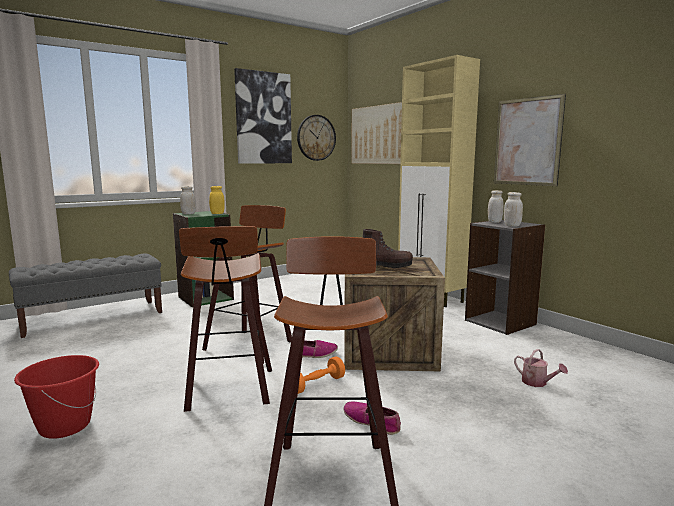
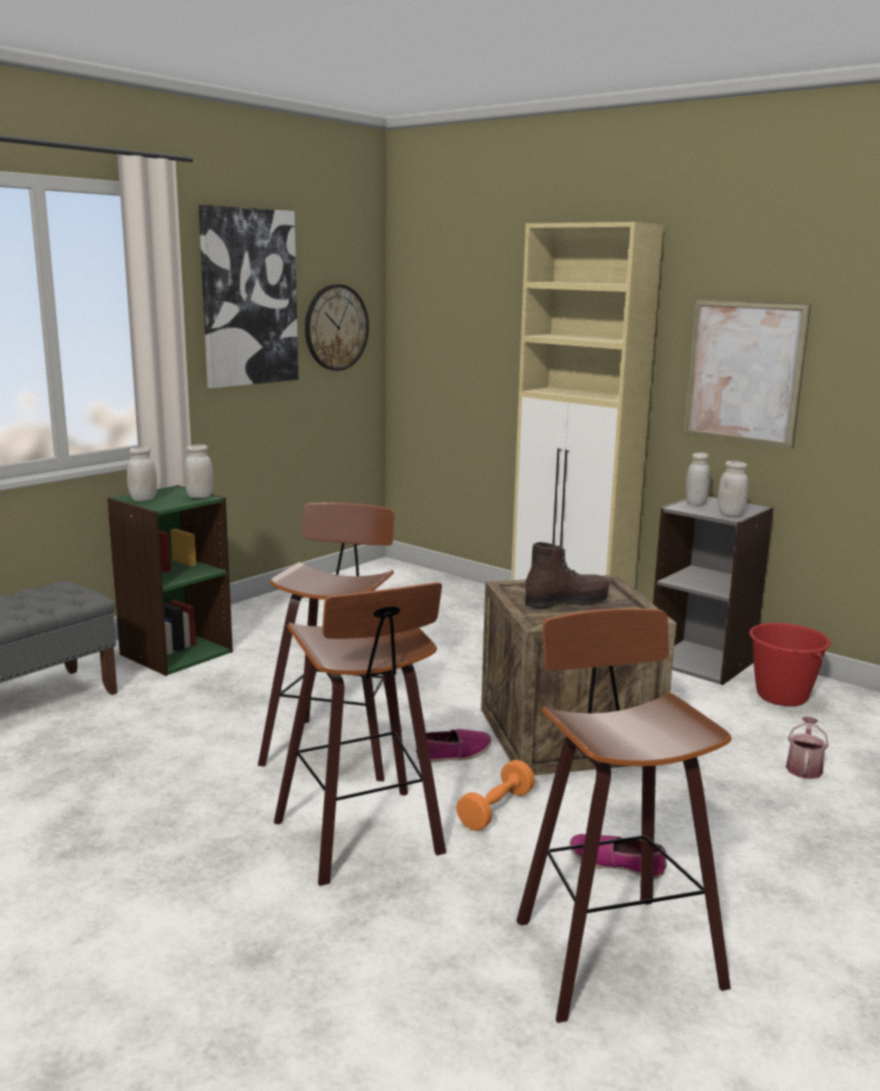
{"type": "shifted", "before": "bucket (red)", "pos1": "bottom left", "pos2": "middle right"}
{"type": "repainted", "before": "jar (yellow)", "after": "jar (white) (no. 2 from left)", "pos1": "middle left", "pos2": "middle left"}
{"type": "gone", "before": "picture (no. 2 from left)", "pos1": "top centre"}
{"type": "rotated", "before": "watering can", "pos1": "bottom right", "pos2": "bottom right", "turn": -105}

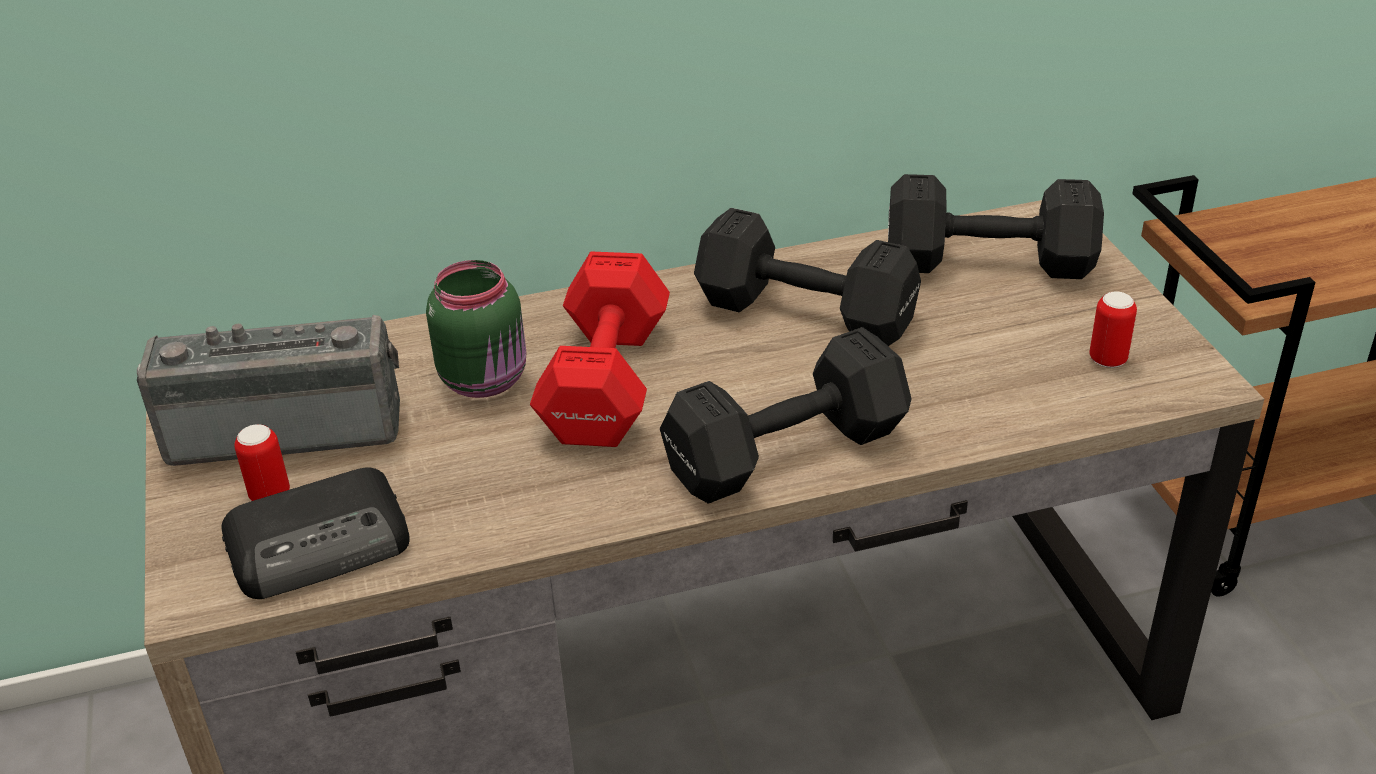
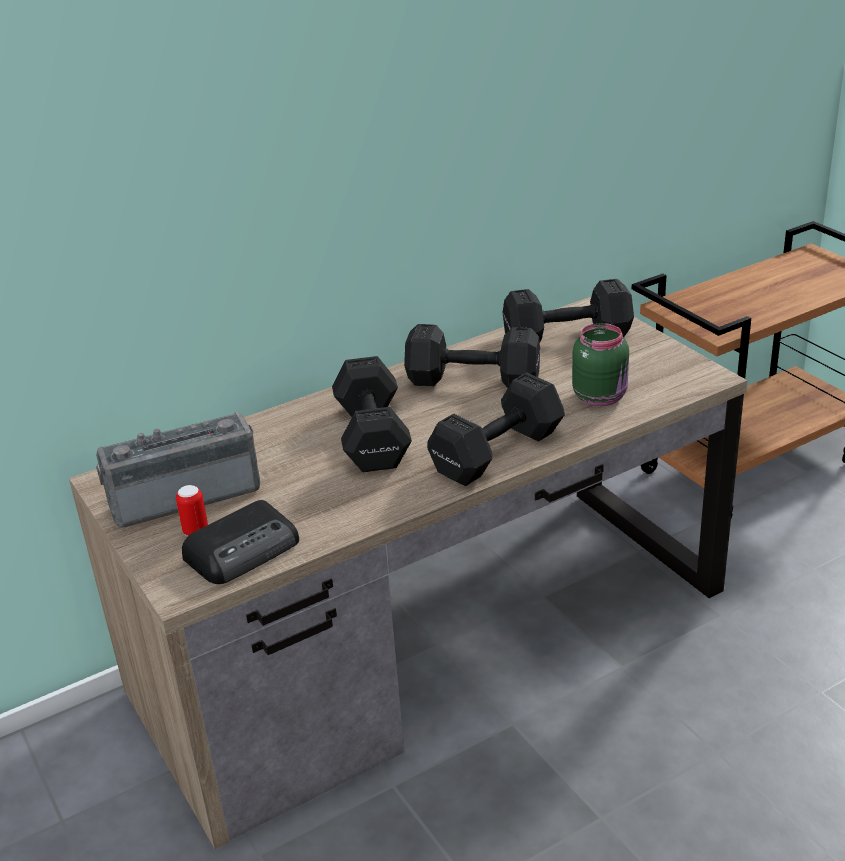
{"type": "shifted", "before": "jar (green)", "pos1": "centre", "pos2": "middle right"}
{"type": "repainted", "before": "dumbbell (red)", "after": "dumbbell (black) (no. 1 from left)", "pos1": "centre", "pos2": "centre"}
{"type": "gone", "before": "can (no. 2 from left)", "pos1": "middle right"}

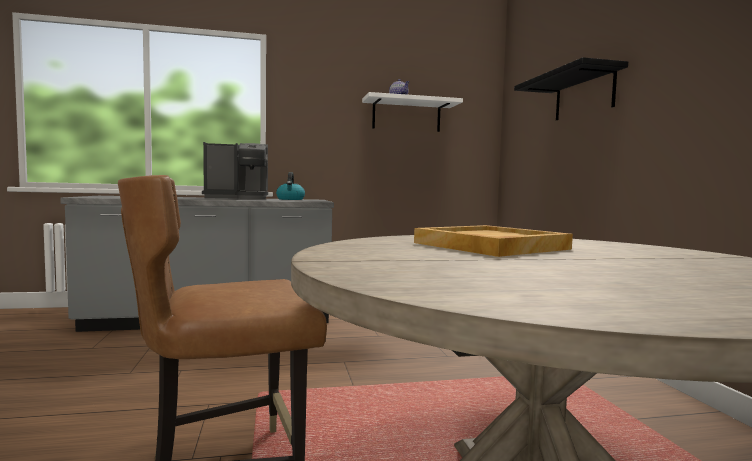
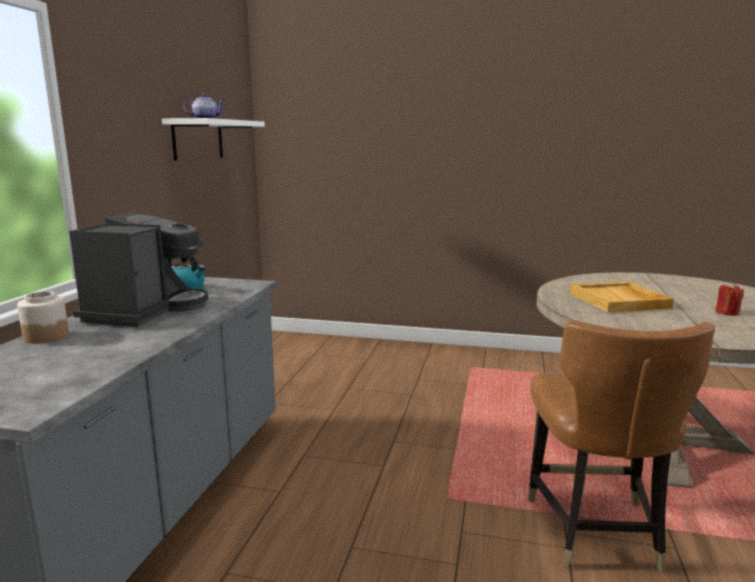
{"type": "gone", "before": "shelf (black)", "pos1": "top right"}
{"type": "new", "after": "jar", "pos2": "middle left"}
{"type": "new", "after": "candle (red)", "pos2": "middle right"}

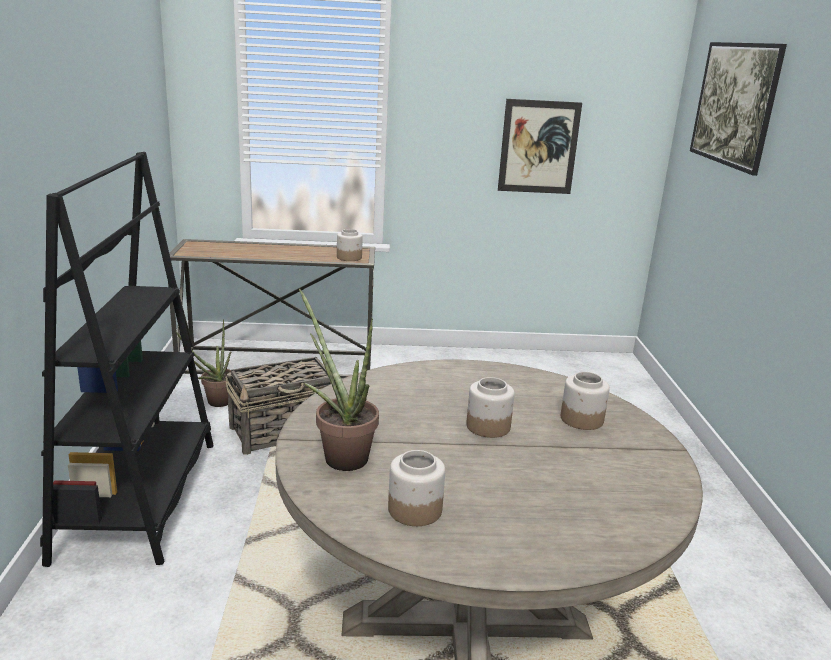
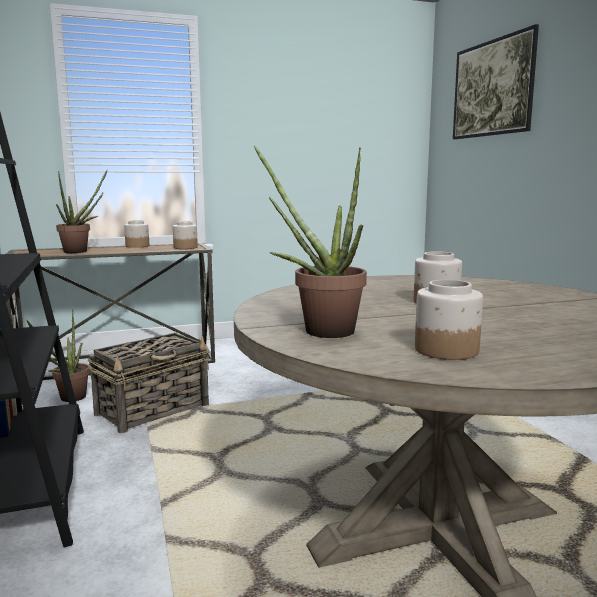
{"type": "gone", "before": "picture (no. 1 from left)", "pos1": "top centre"}
{"type": "shifted", "before": "jar (no. 4 from left in the first image)", "after": "jar (no. 1 from left)", "pos1": "middle right", "pos2": "middle left"}
{"type": "new", "after": "potted plant (no. 2 from left)", "pos2": "middle left"}

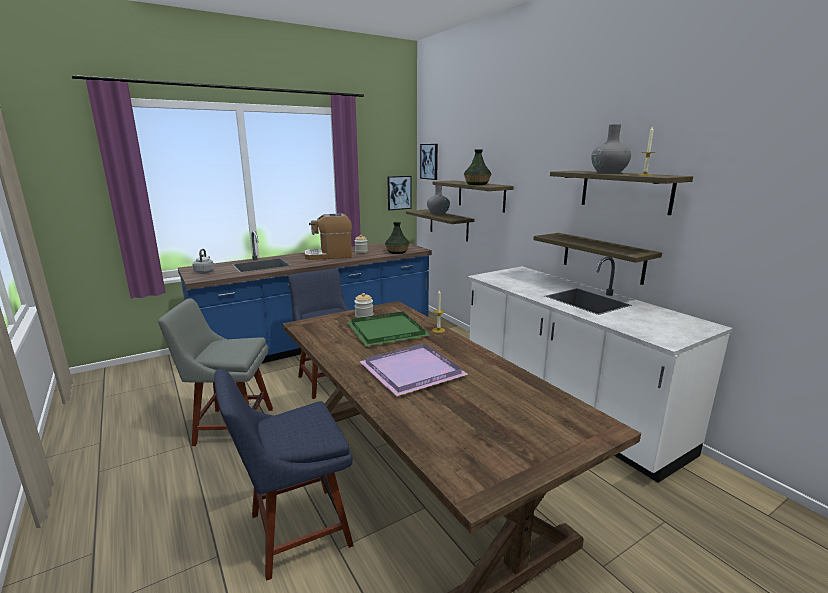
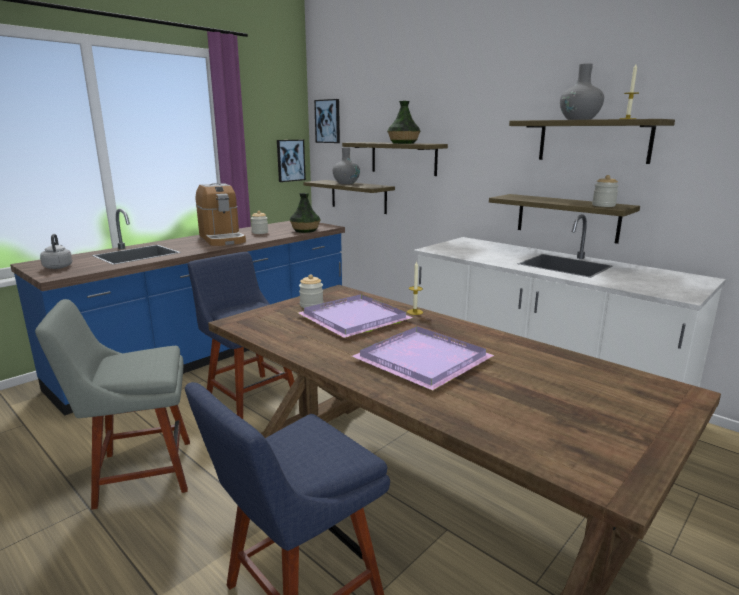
{"type": "rotated", "before": "coffee machine", "pos1": "centre", "pos2": "middle left", "turn": -90}
{"type": "repainted", "before": "tray (green)", "after": "tray (purple) (no. 1 from left)", "pos1": "centre", "pos2": "centre"}
{"type": "new", "after": "jar (no. 3 from left)", "pos2": "top right"}

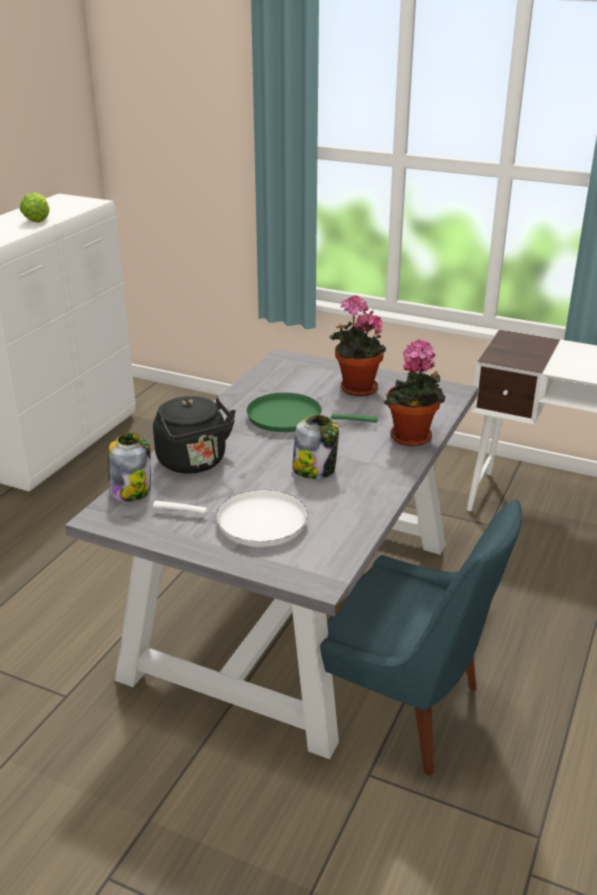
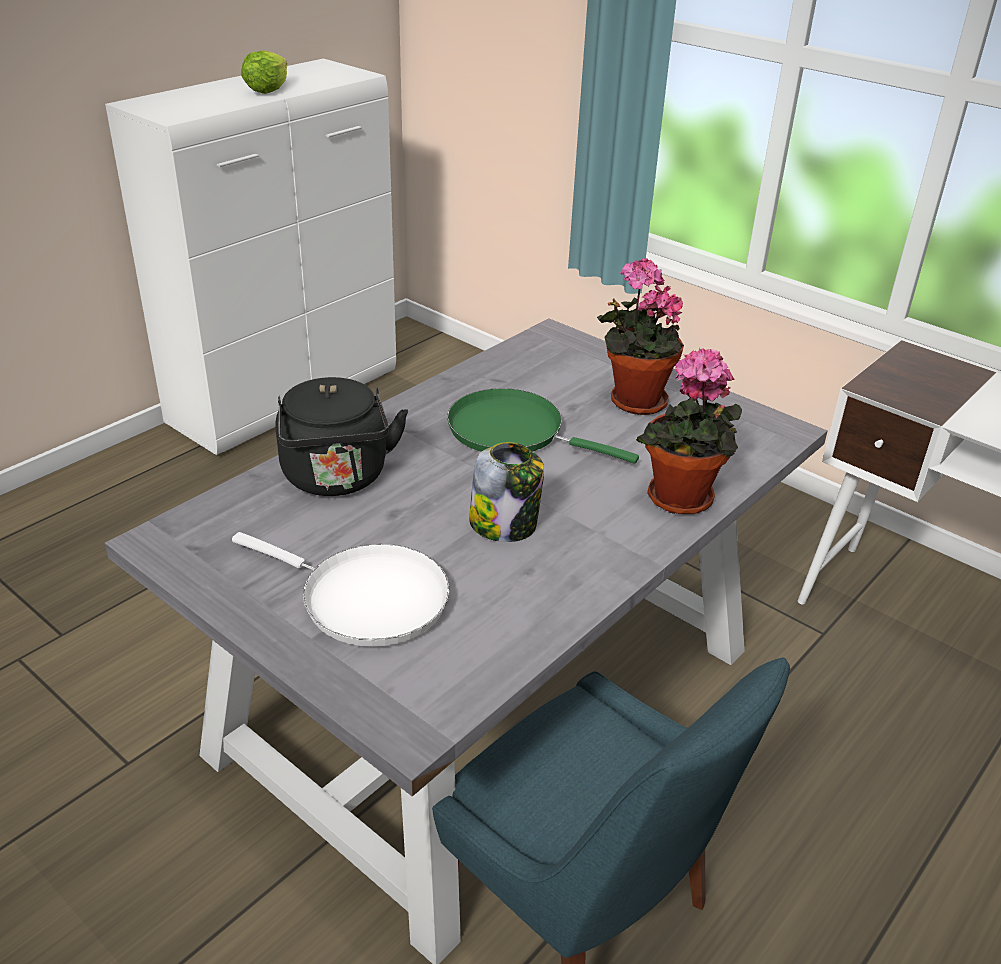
{"type": "gone", "before": "jar (no. 1 from left)", "pos1": "middle left"}

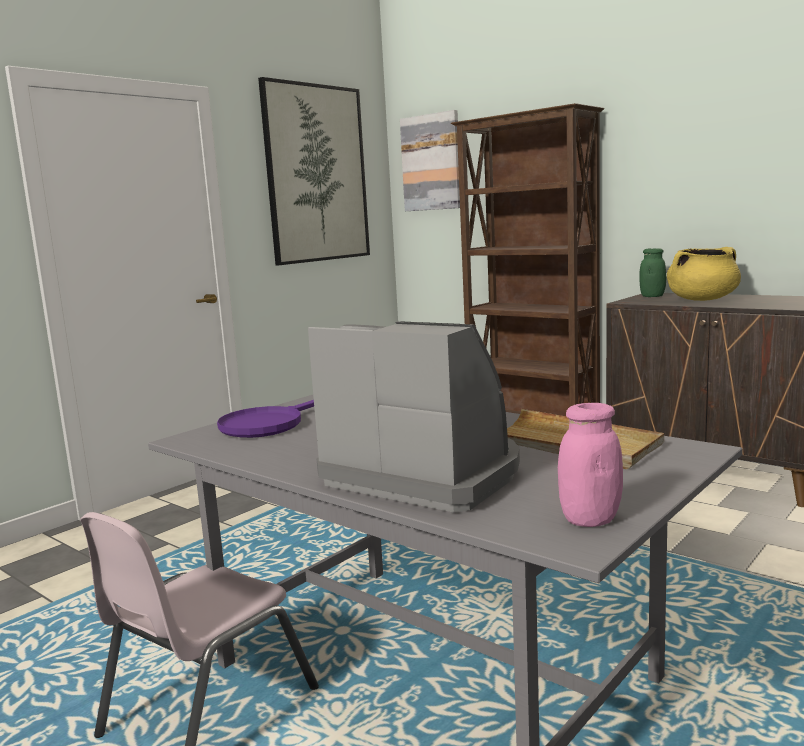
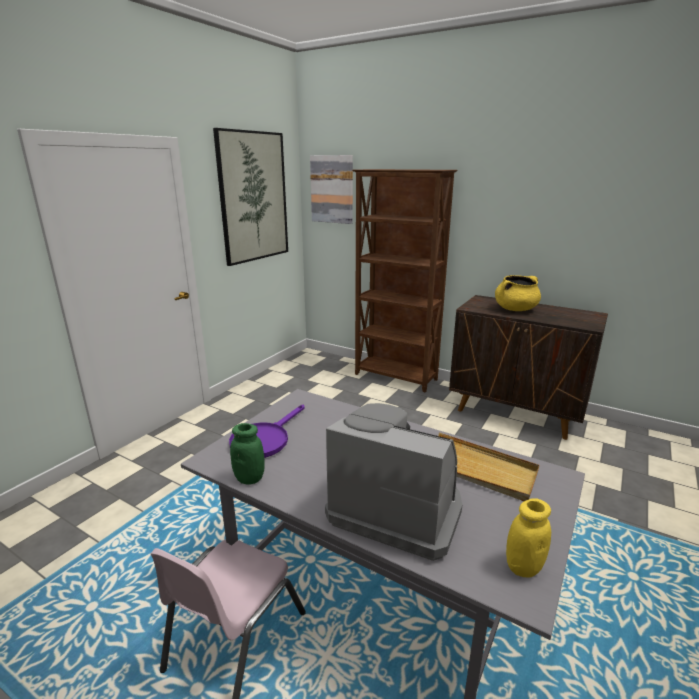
{"type": "repainted", "before": "jar (pink)", "after": "jar (yellow)", "pos1": "middle right", "pos2": "bottom right"}
{"type": "shifted", "before": "jar (green)", "pos1": "middle right", "pos2": "centre"}

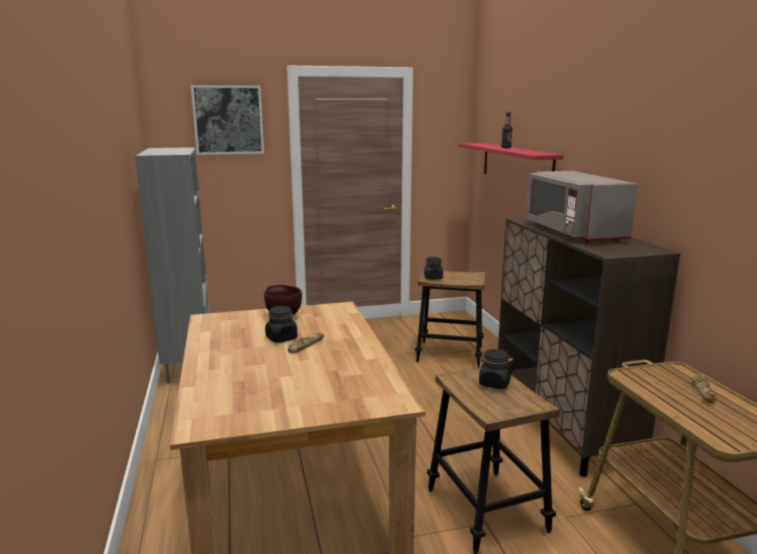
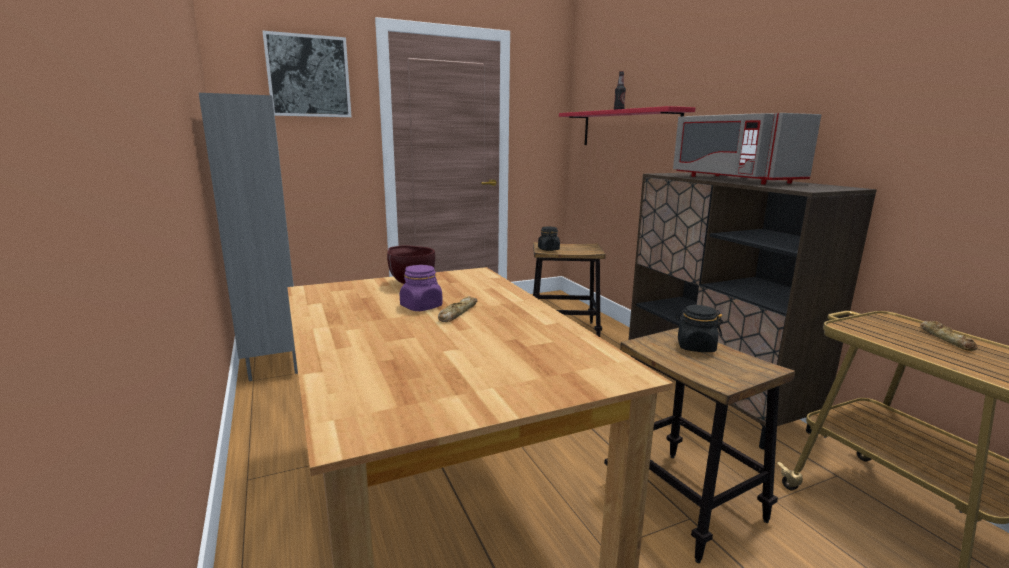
{"type": "repainted", "before": "jar (black) (no. 1 from left)", "after": "jar (purple)", "pos1": "centre", "pos2": "centre"}

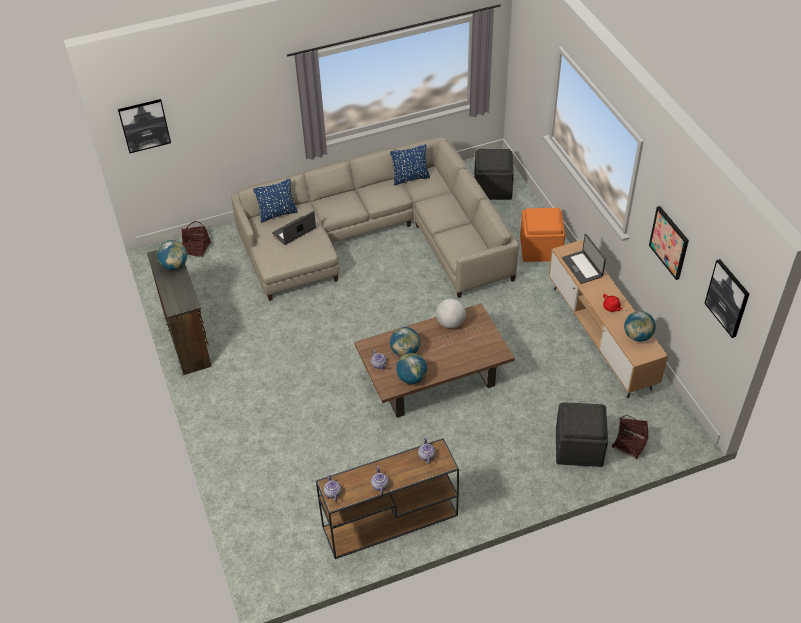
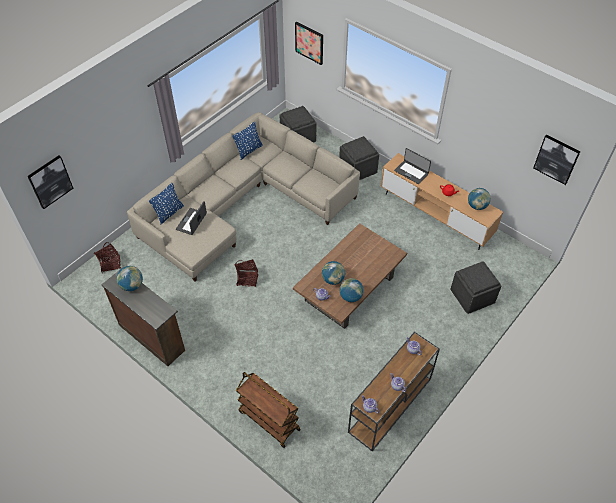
{"type": "gone", "before": "globe (no. 4 from left)", "pos1": "centre"}
{"type": "repainted", "before": "ottoman (orange)", "after": "ottoman (grey) (no. 2 from left)", "pos1": "middle right", "pos2": "top centre"}
{"type": "shifted", "before": "basket (no. 2 from left)", "pos1": "bottom right", "pos2": "centre"}
{"type": "shifted", "before": "picture (no. 2 from left)", "pos1": "middle right", "pos2": "top centre"}
{"type": "new", "after": "cart (brown)", "pos2": "bottom centre"}

